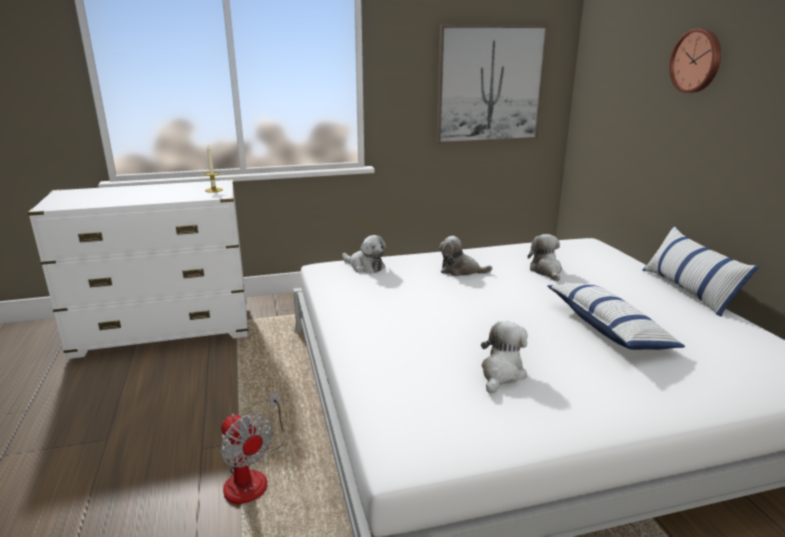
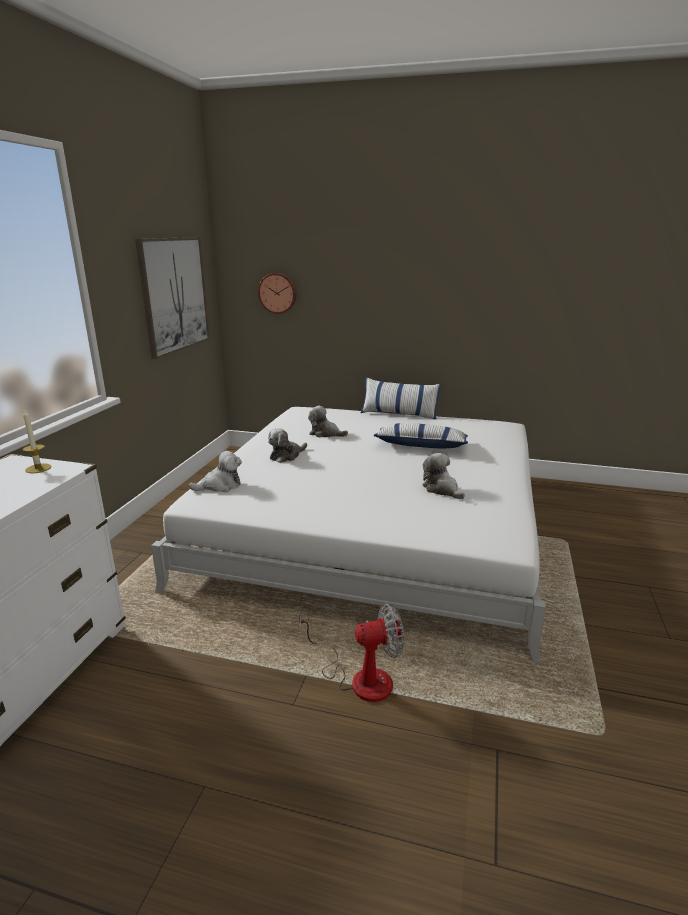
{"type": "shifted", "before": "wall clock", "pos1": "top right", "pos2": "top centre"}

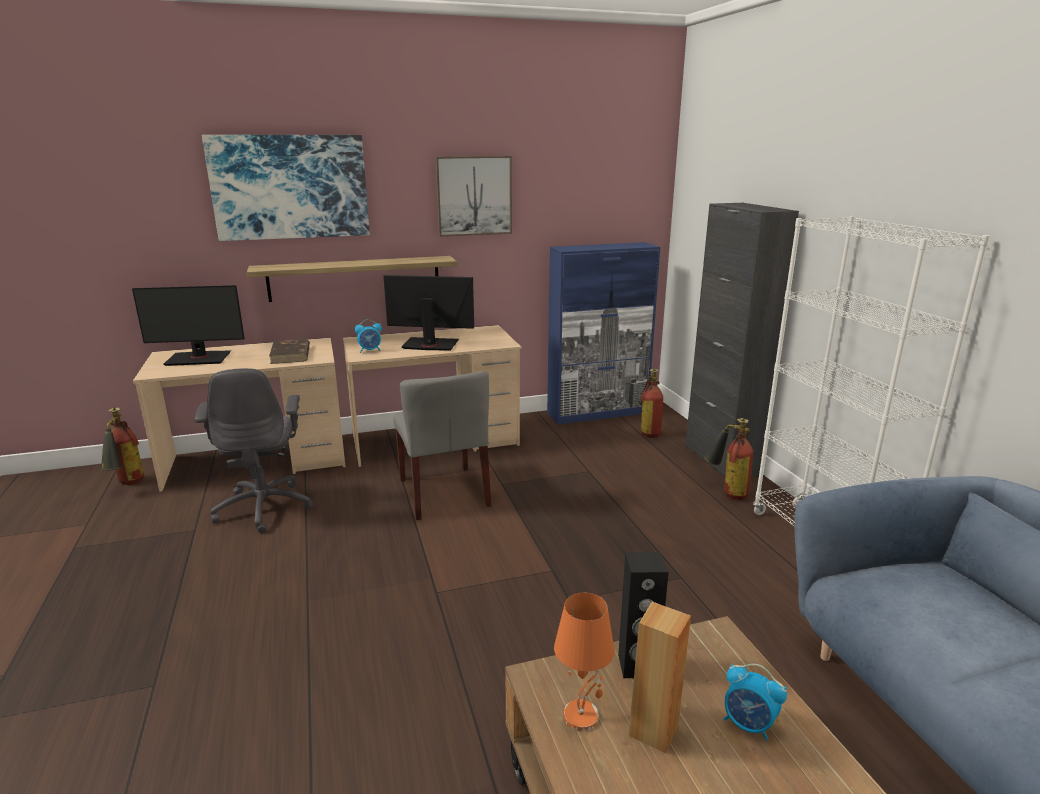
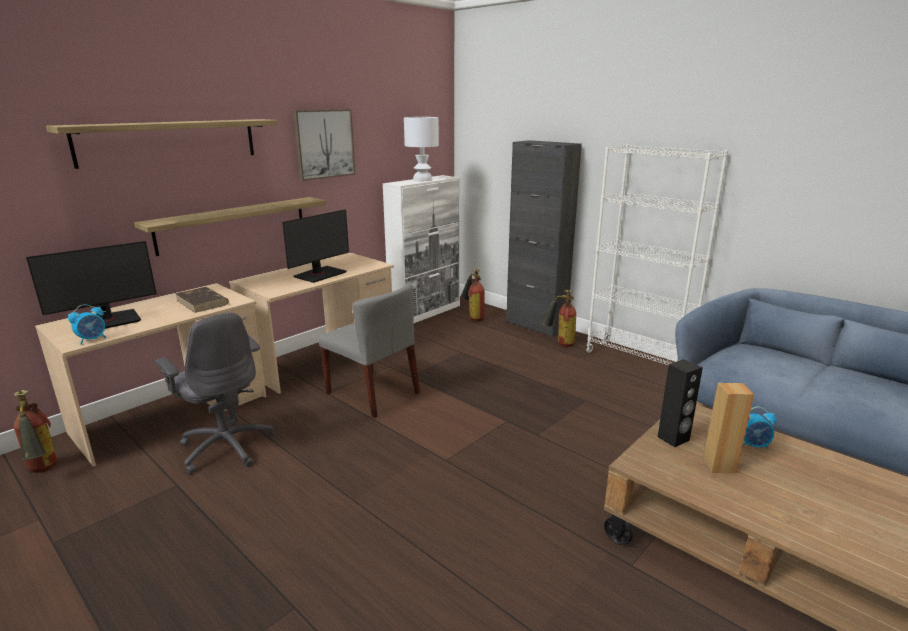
{"type": "swapped", "before": "picture (no. 1 from left)", "after": "shelf (no. 1 from left)", "pos1": "top left", "pos2": "top left"}
{"type": "shifted", "before": "alarm clock (no. 1 from left)", "pos1": "centre", "pos2": "middle left"}
{"type": "rotated", "before": "monitor (no. 2 from left)", "pos1": "centre", "pos2": "centre", "turn": 150}
{"type": "repainted", "before": "cabinet (blue)", "after": "cabinet (white)", "pos1": "centre", "pos2": "centre"}
{"type": "gone", "before": "table lamp (orange)", "pos1": "bottom centre"}
{"type": "new", "after": "table lamp (white)", "pos2": "top centre"}

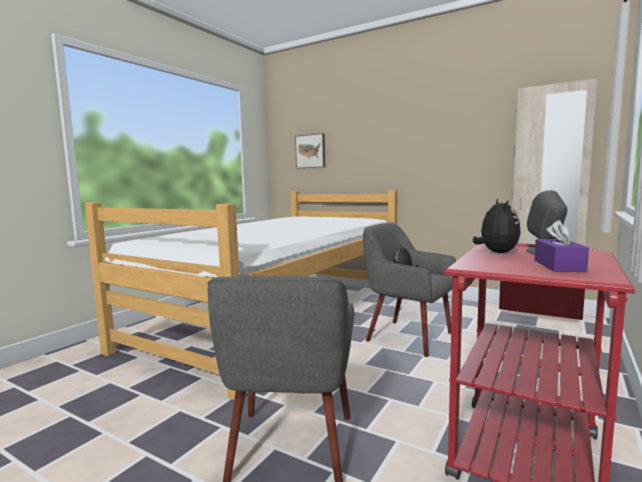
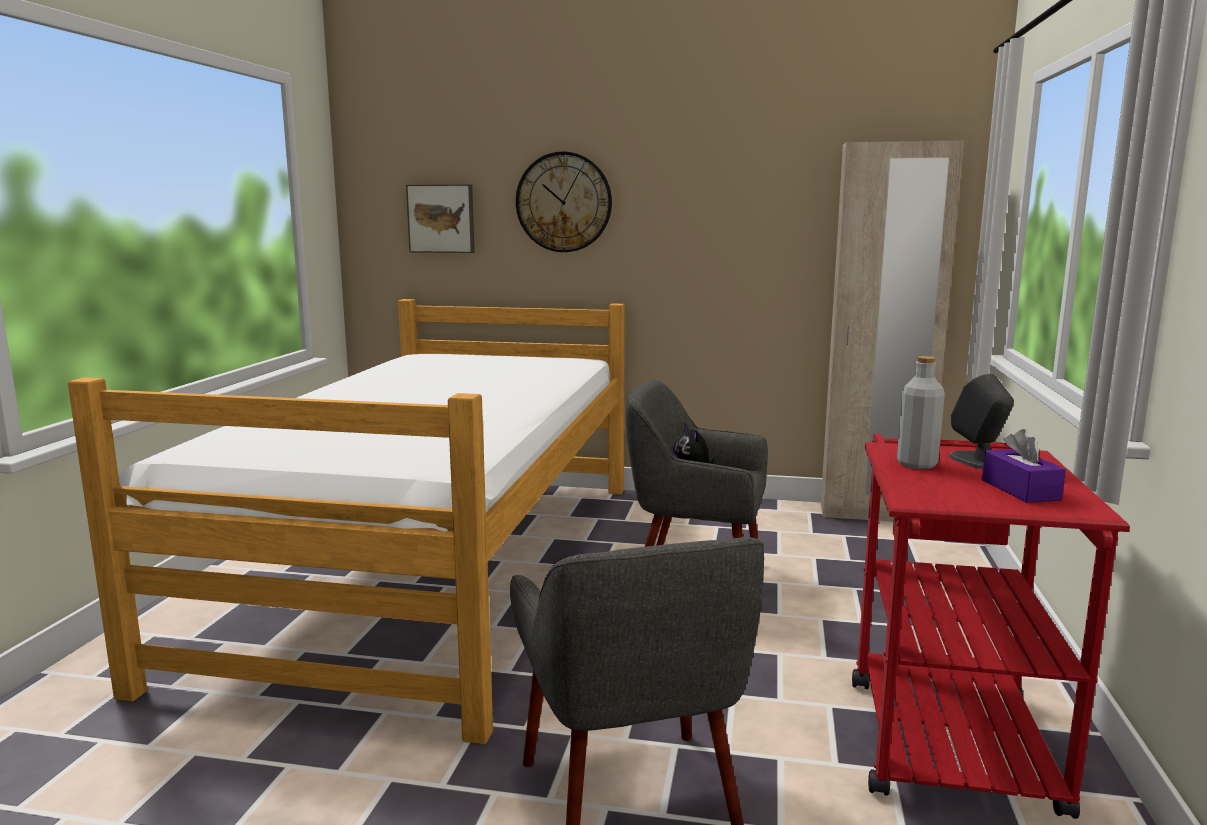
{"type": "swapped", "before": "plush toy (no. 2 from left)", "after": "bottle (grey)", "pos1": "middle right", "pos2": "middle right"}
{"type": "new", "after": "wall clock", "pos2": "top centre"}

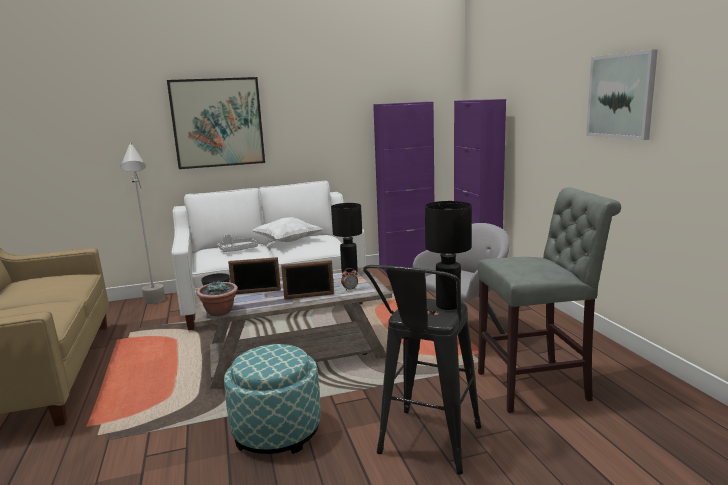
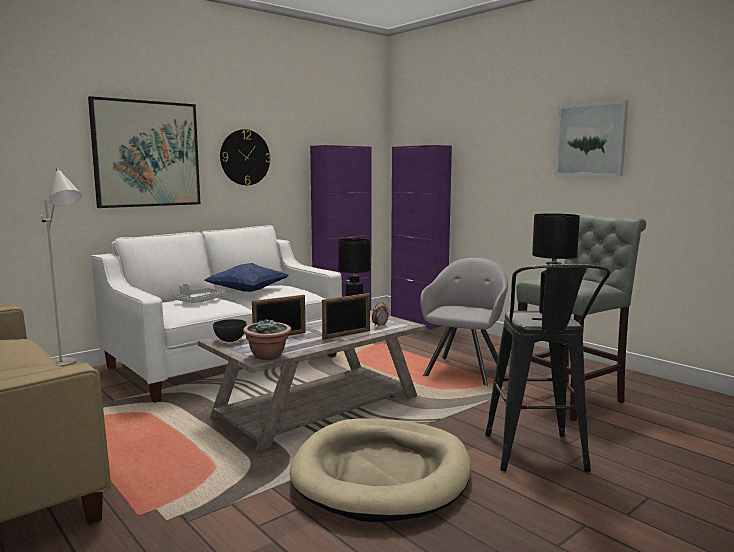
{"type": "swapped", "before": "ottoman", "after": "dog bed (beige)", "pos1": "bottom centre", "pos2": "bottom centre"}
{"type": "repainted", "before": "pillow (white)", "after": "pillow (blue)", "pos1": "centre", "pos2": "centre"}
{"type": "new", "after": "wall clock", "pos2": "top centre"}

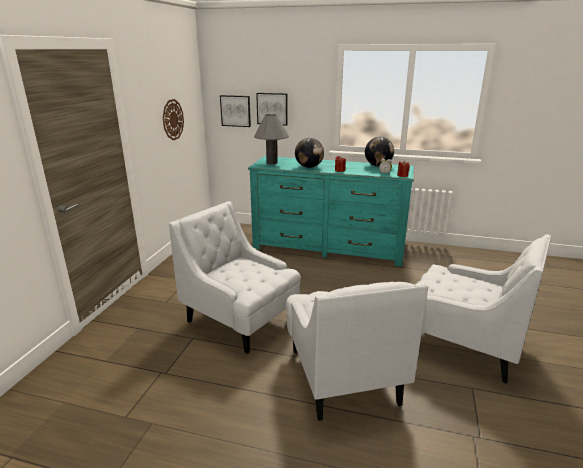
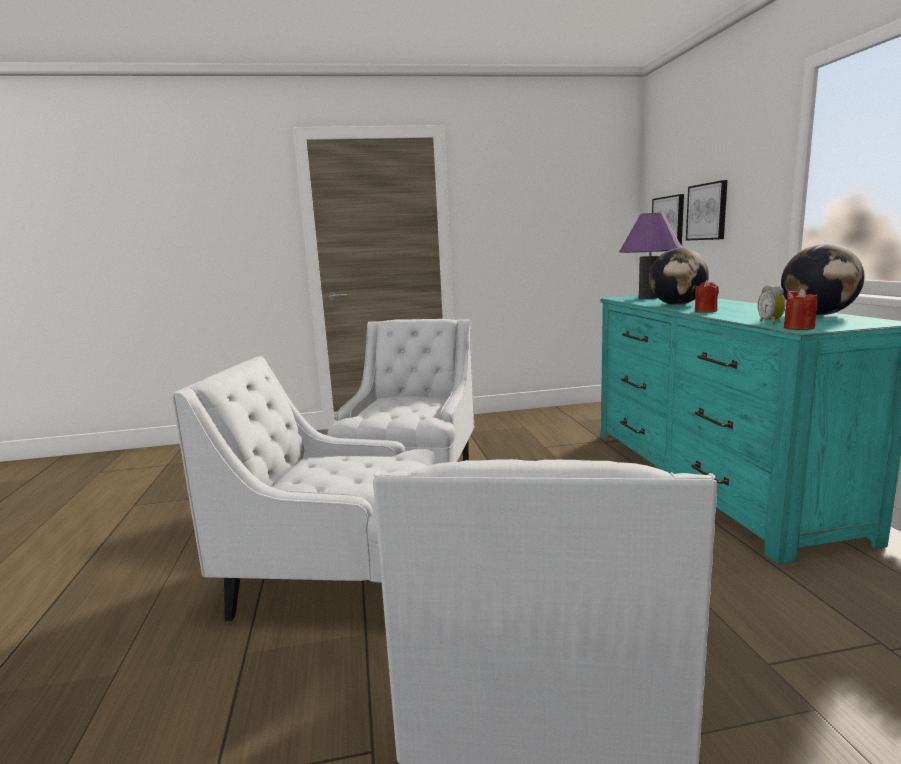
{"type": "gone", "before": "wall clock", "pos1": "top left"}
{"type": "repainted", "before": "table lamp (grey)", "after": "table lamp (purple)", "pos1": "top centre", "pos2": "middle right"}
{"type": "rotated", "before": "armchair (white) (no. 2 from left in the first image)", "pos1": "bottom centre", "pos2": "centre", "turn": 45}

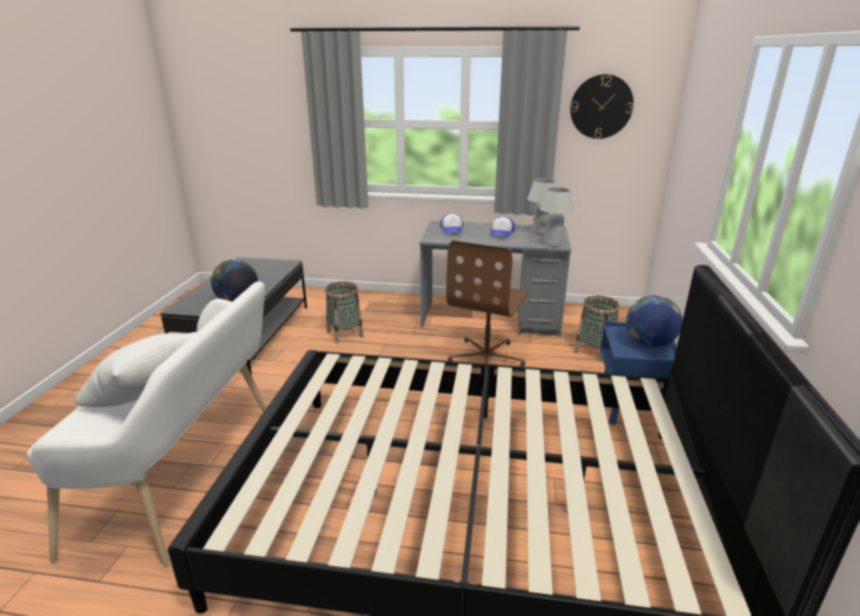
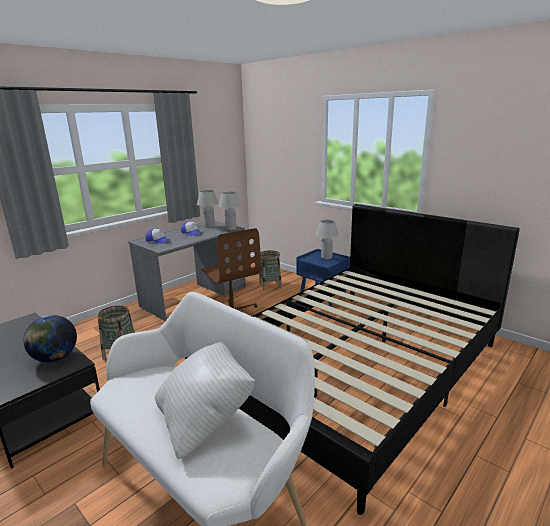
{"type": "gone", "before": "wall clock", "pos1": "top right"}
{"type": "swapped", "before": "globe (no. 2 from left)", "after": "table lamp (white) (no. 3 from left)", "pos1": "middle right", "pos2": "centre"}

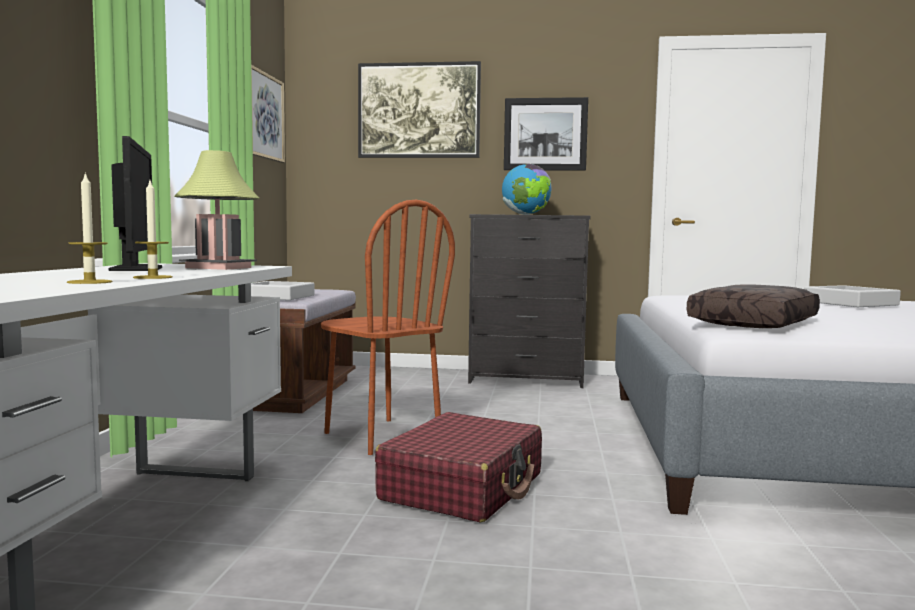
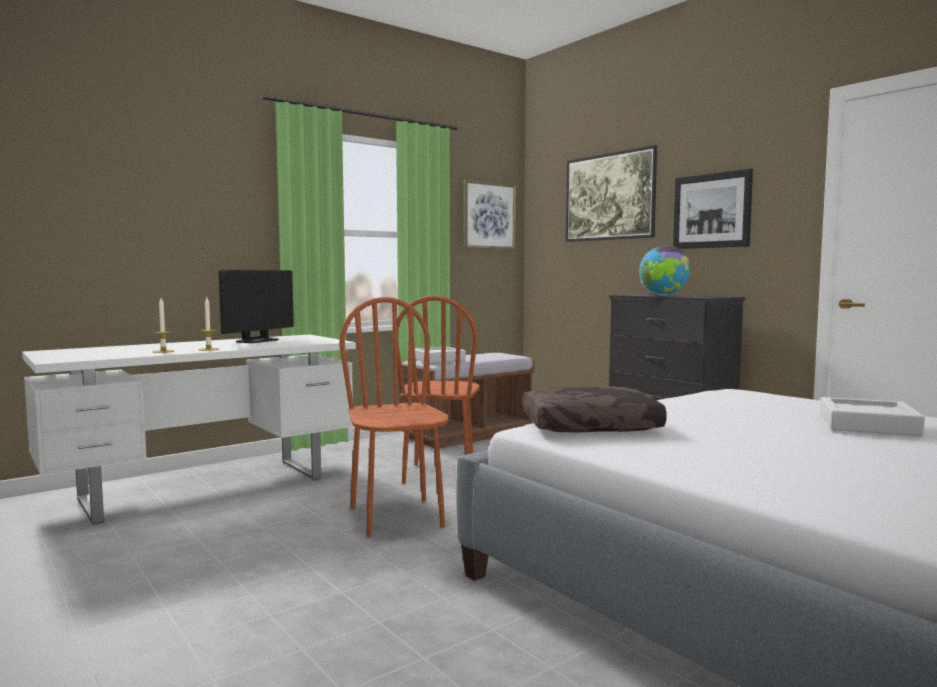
{"type": "gone", "before": "table lamp", "pos1": "middle left"}
{"type": "swapped", "before": "suitcase (red)", "after": "chair (brown) (no. 1 from left)", "pos1": "bottom centre", "pos2": "centre"}

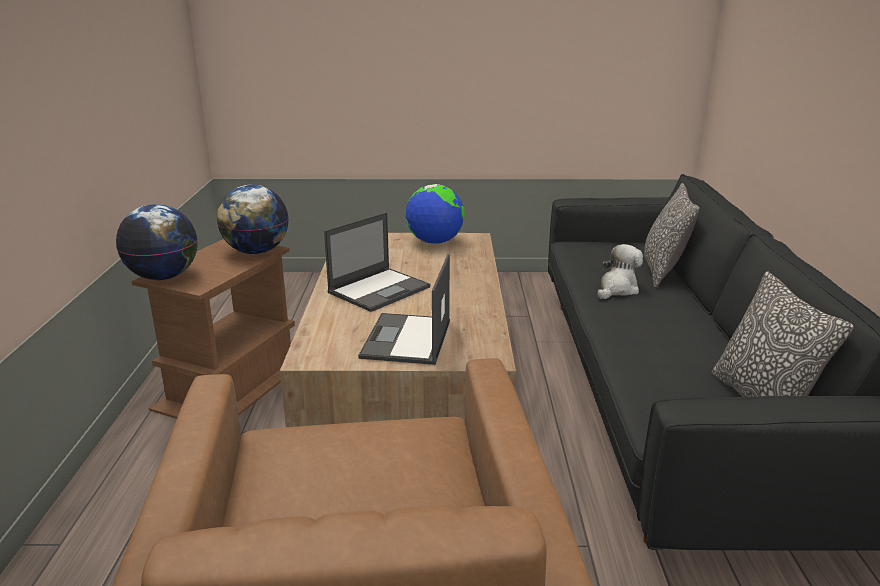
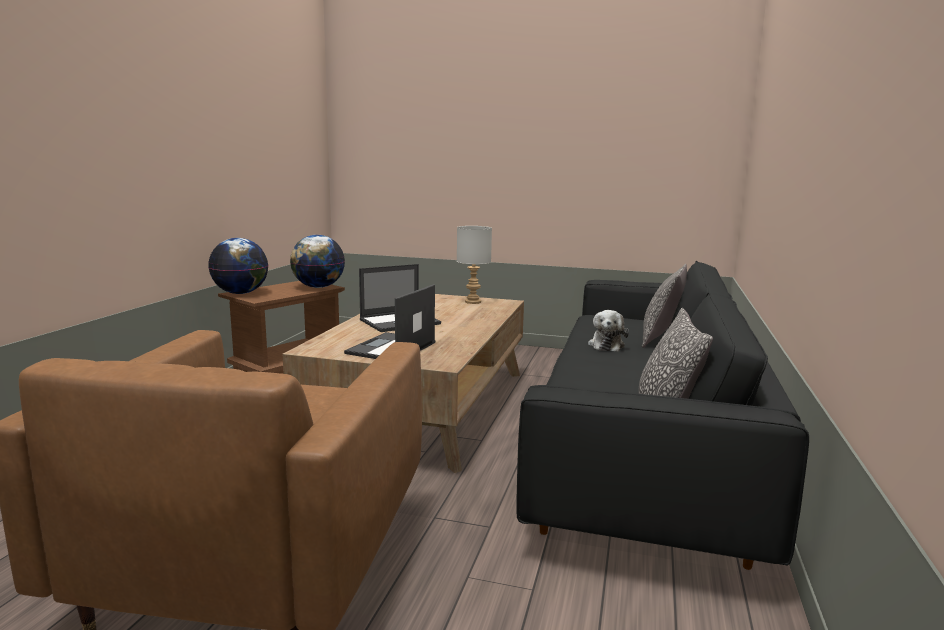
{"type": "swapped", "before": "globe (no. 3 from left)", "after": "table lamp (grey)", "pos1": "centre", "pos2": "centre"}
{"type": "rotated", "before": "plush toy", "pos1": "middle right", "pos2": "centre", "turn": 135}

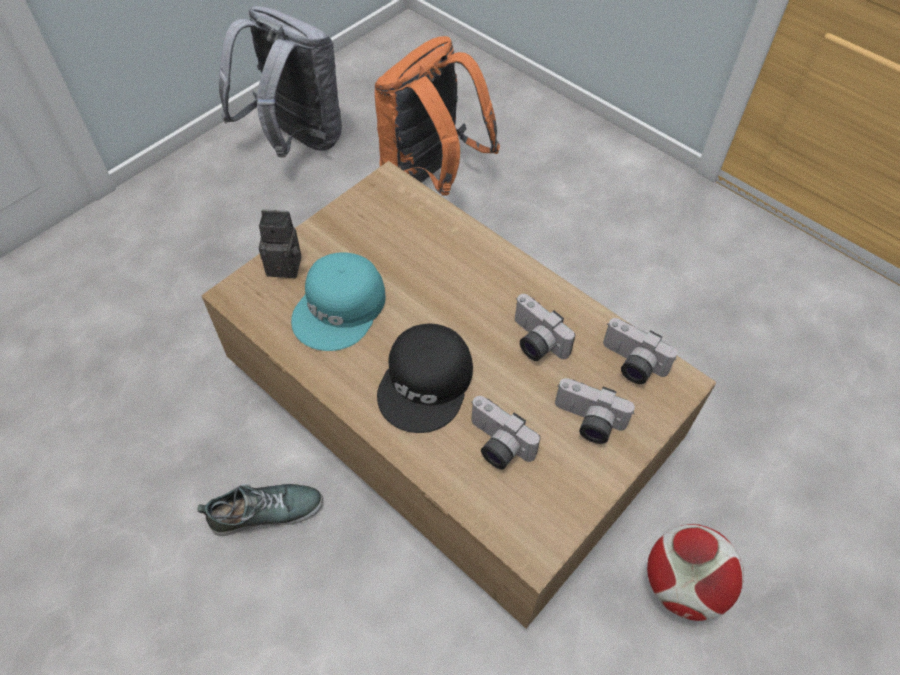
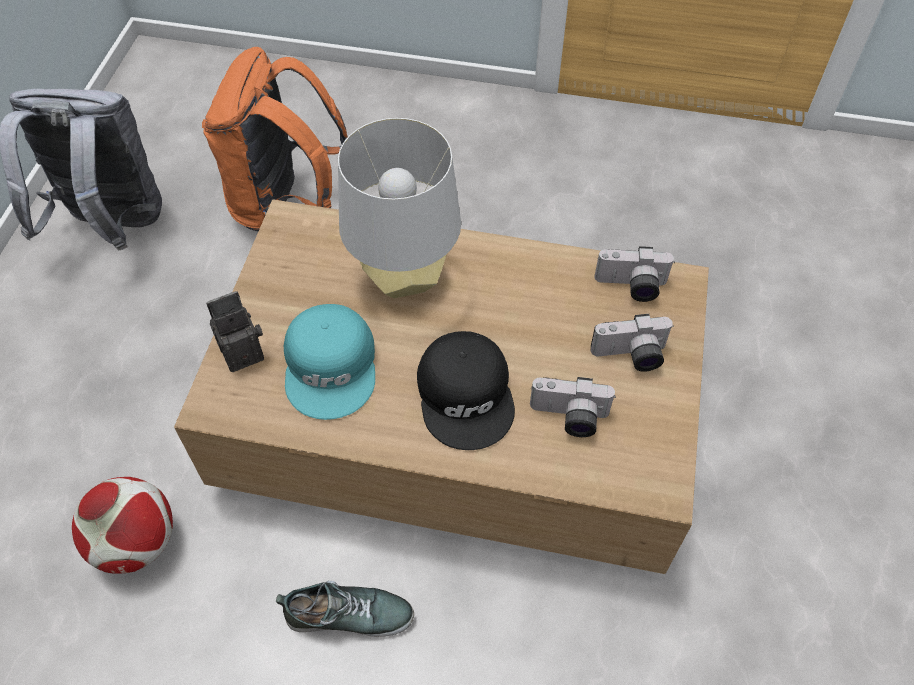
{"type": "rotated", "before": "shoe", "pos1": "bottom left", "pos2": "bottom centre", "turn": 45}
{"type": "gone", "before": "photo camera (no. 3 from left)", "pos1": "centre"}
{"type": "shifted", "before": "football", "pos1": "bottom right", "pos2": "bottom left"}
{"type": "new", "after": "table lamp (grey)", "pos2": "top centre"}

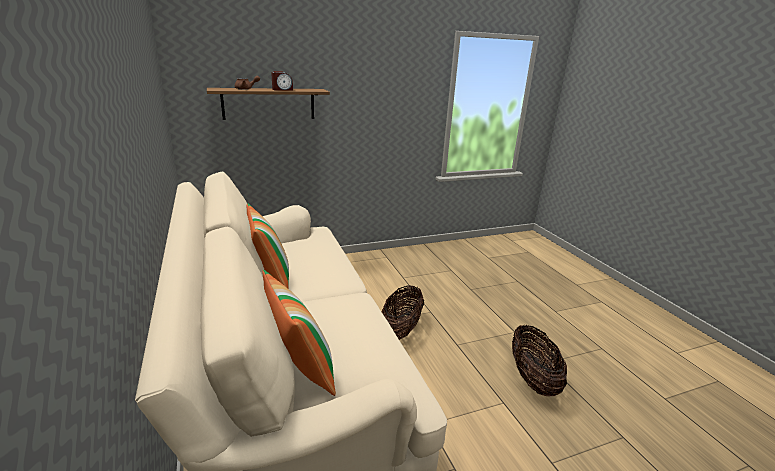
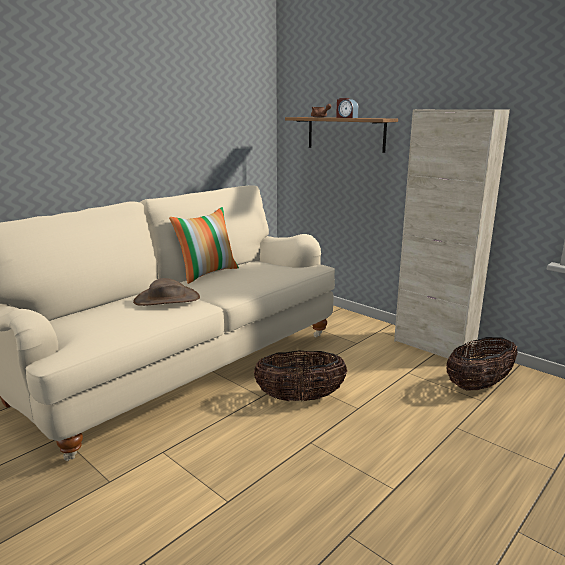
{"type": "gone", "before": "pillow (no. 2 from left)", "pos1": "bottom centre"}
{"type": "shifted", "before": "basket (no. 2 from left)", "pos1": "bottom right", "pos2": "middle right"}
{"type": "new", "after": "hat (brown)", "pos2": "middle left"}
{"type": "new", "after": "cabinet (beige)", "pos2": "middle right"}

